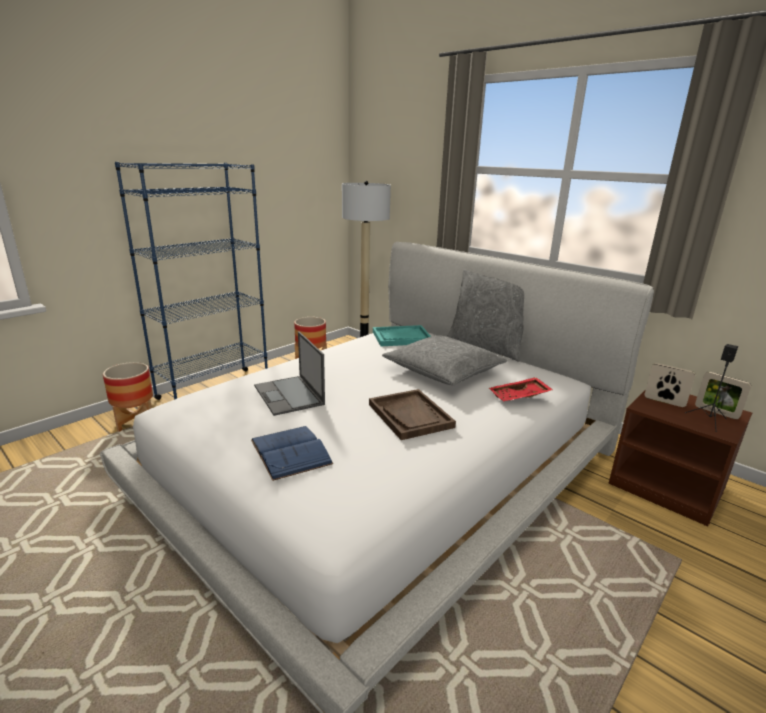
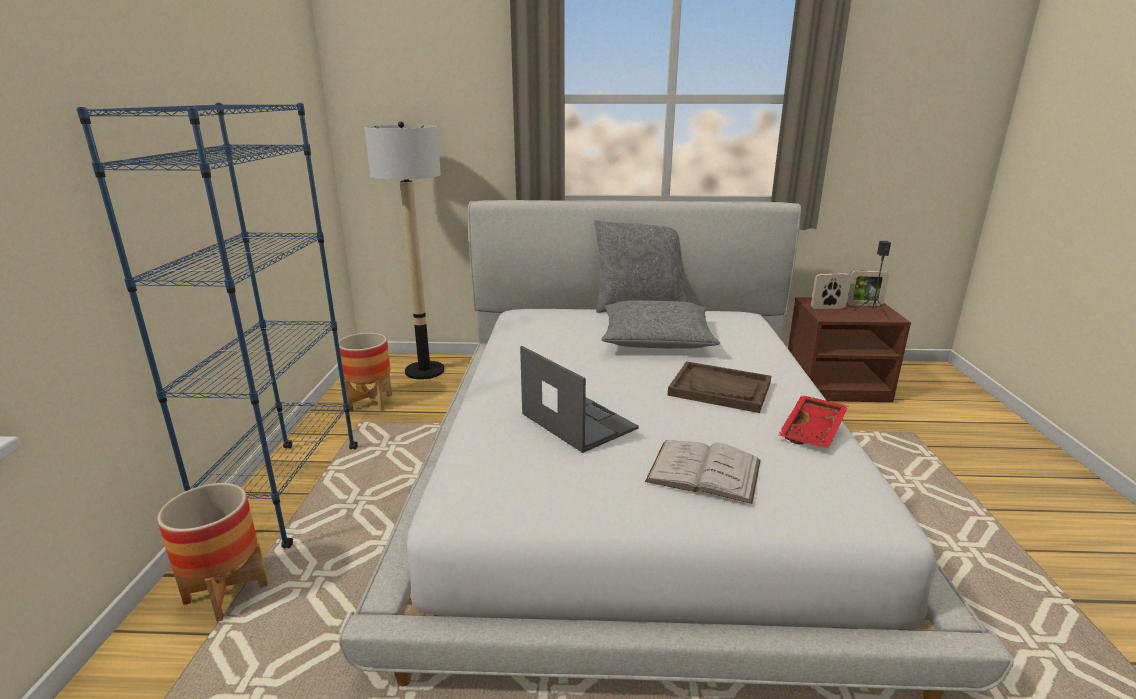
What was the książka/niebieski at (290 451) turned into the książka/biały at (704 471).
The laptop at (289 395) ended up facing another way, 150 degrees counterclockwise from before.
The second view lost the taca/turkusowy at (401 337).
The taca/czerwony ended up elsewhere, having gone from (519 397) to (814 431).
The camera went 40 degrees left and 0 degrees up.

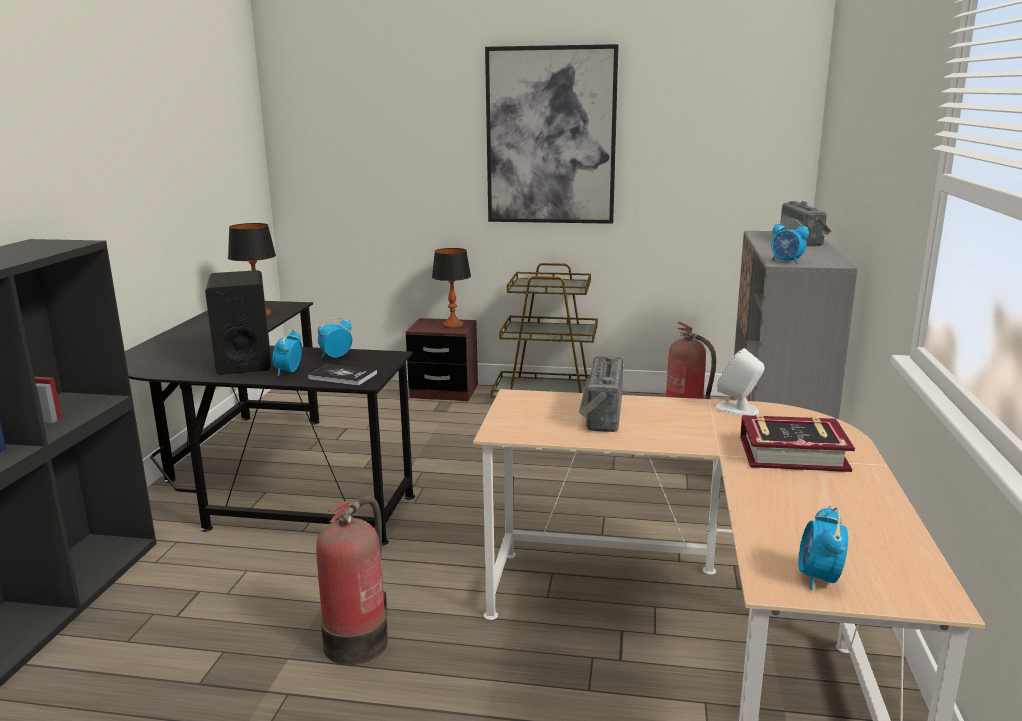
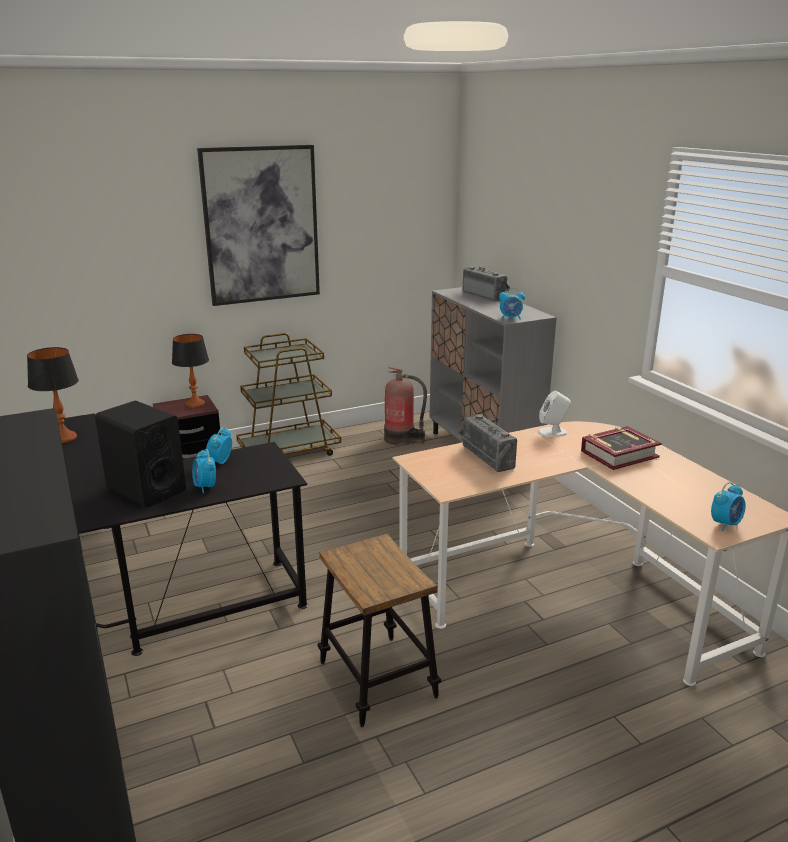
The second view lost the książka at (343 376).
Where the gaśnica stood at (359 640), the stołek came to stand at (377 679).
The budzik at (818 578) ended up facing another way, 105 degrees counterclockwise from before.
The camera went 35 degrees left and 5 degrees up.

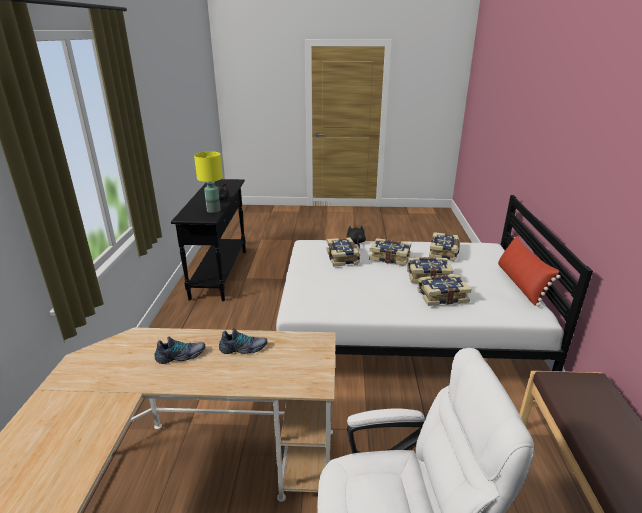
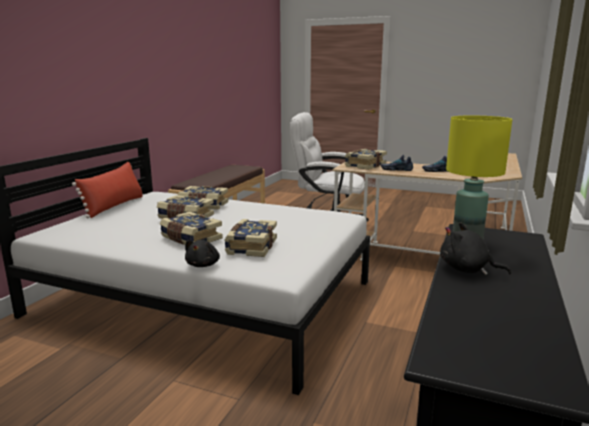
The książka ended up elsewhere, having gone from (444 253) to (364 166).
The camera went 160 degrees left and 10 degrees down.

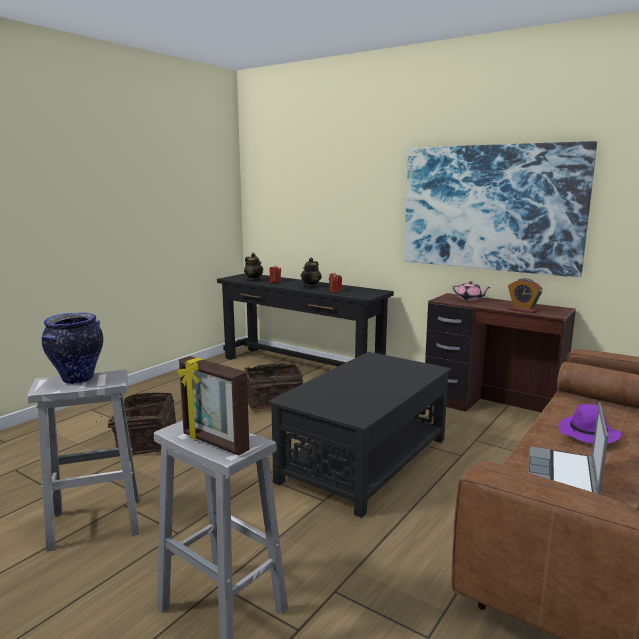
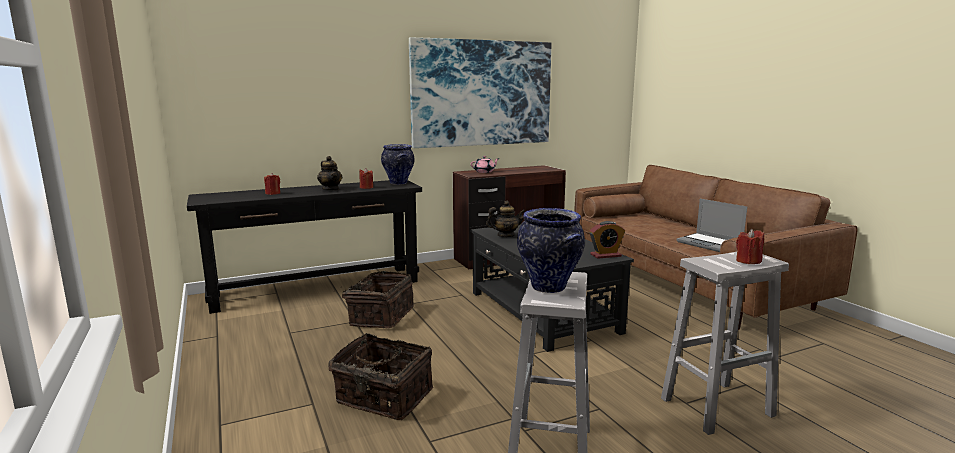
Where the ramka na zdjęcie stood at (214 443), the świeca/czerwony came to stand at (748 261).
The imbryk ended up elsewhere, having gone from (254 280) to (505 235).
The budzik ended up elsewhere, having gone from (523 310) to (605 255).
The second view lost the kapelusz/fioletowy at (588 434).
The second view gained the wazon at (398 183).
The camera went 60 degrees left and 0 degrees up.

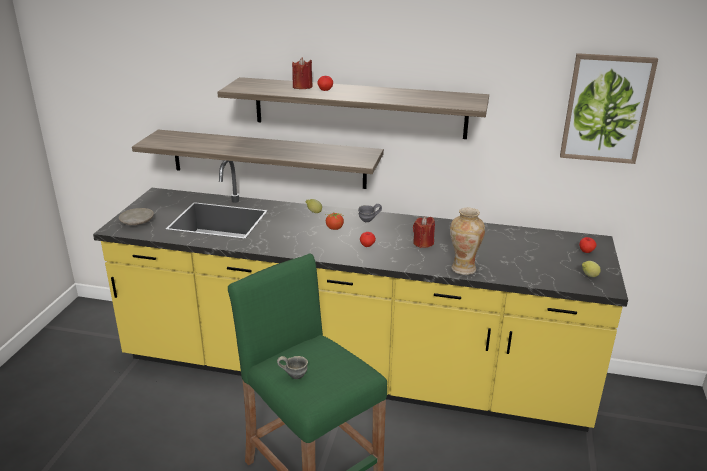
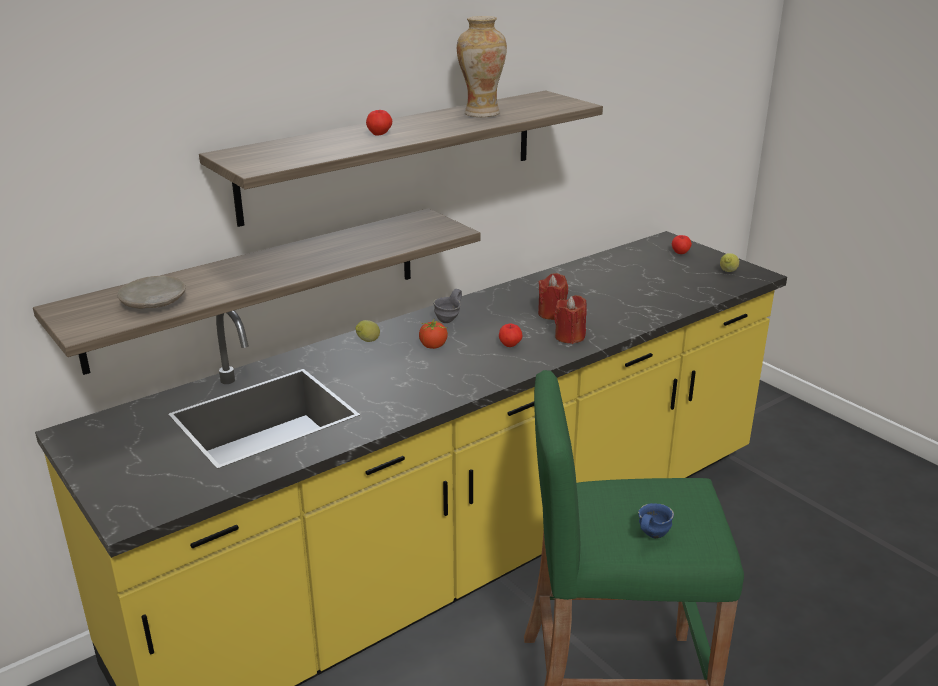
The talerz/beżowy ended up elsewhere, having gone from (136 221) to (153 302).
What was the kubek/szary at (294 375) turned into the kubek/niebieski at (650 535).
The świeca/czerwony ended up elsewhere, having gone from (302 87) to (569 337).
The wazon ended up elsewhere, having gone from (463 268) to (481 113).
The second view lost the obraz at (606 108).
The camera went 50 degrees left and 0 degrees up.

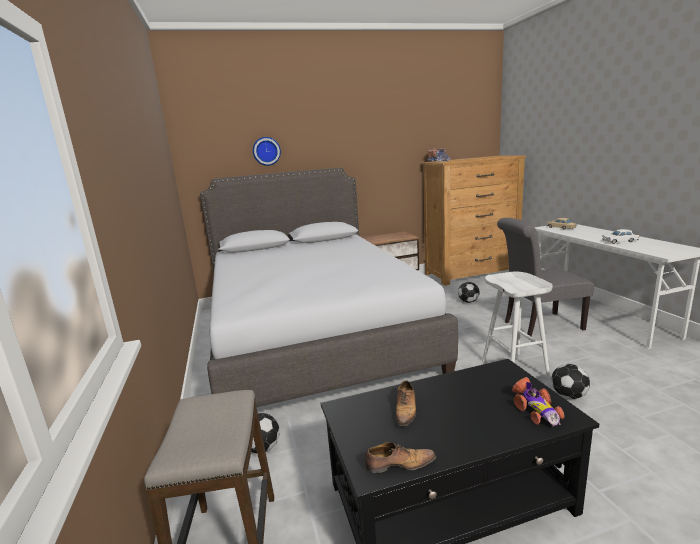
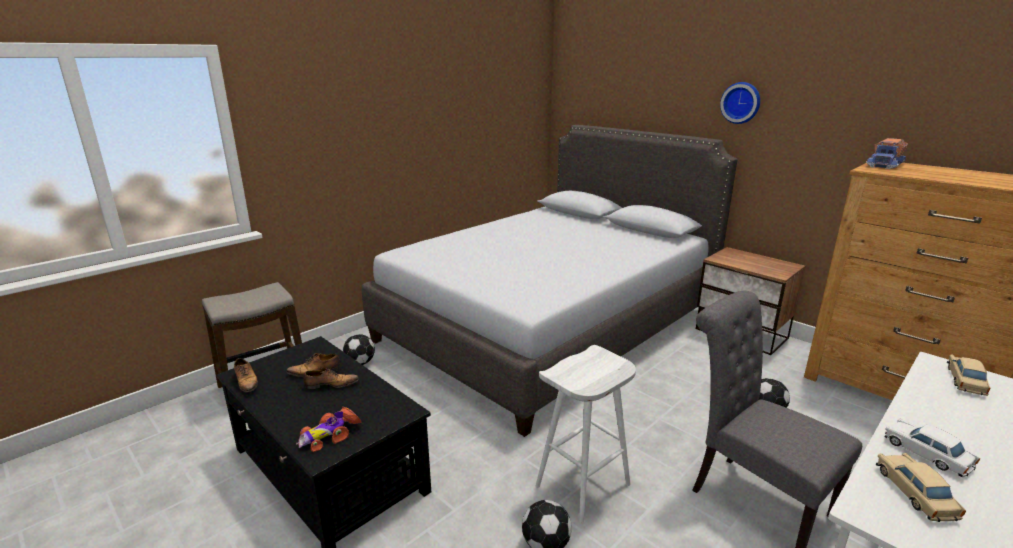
The zegar ścienny ended up elsewhere, having gone from (266 151) to (741 102).
The second view gained the but at (331 384).
The second view gained the samochodzik/beżowy at (914 493).
The camera went 60 degrees right and 5 degrees up.

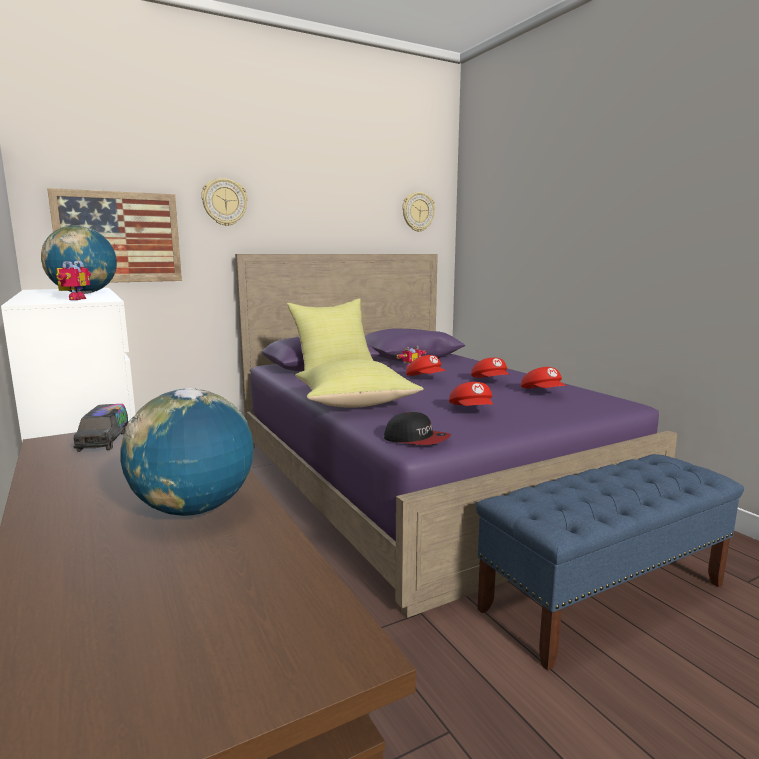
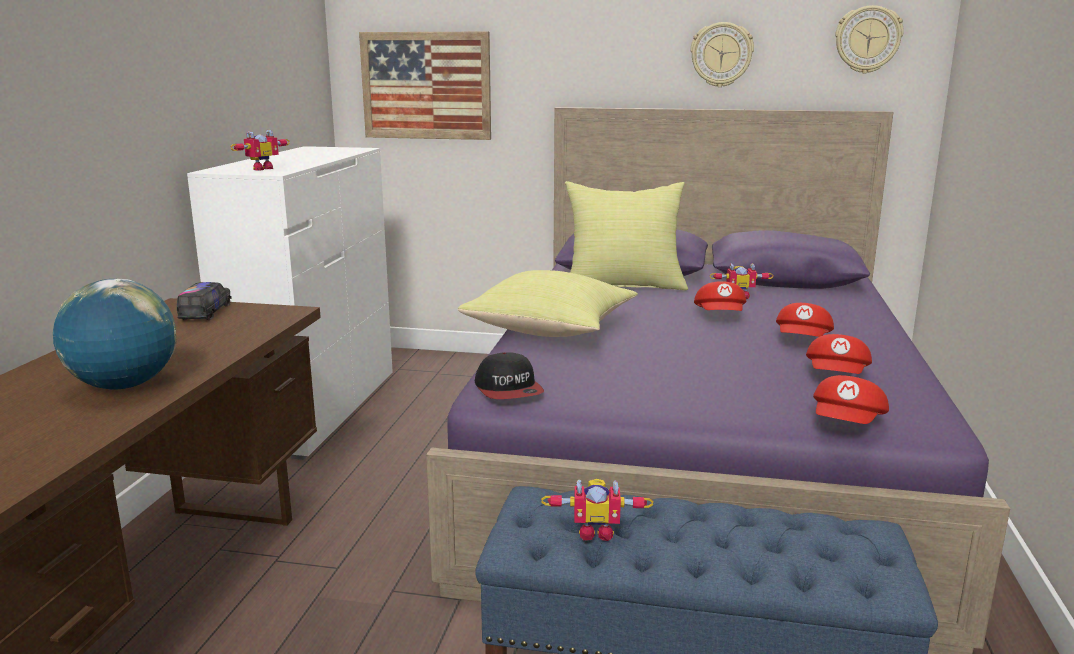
The second view lost the globus at (84 294).
The ciężarówka zabawkowa at (104 440) ended up facing another way, 150 degrees clockwise from before.
The zegar ścienny ended up elsewhere, having gone from (224 202) to (721 54).
The czapka z daszkiem/czerwony ended up elsewhere, having gone from (472 411) to (848 424).
The second view gained the robot zabawkowy at (596 532).
The camera went 40 degrees right and 5 degrees up.

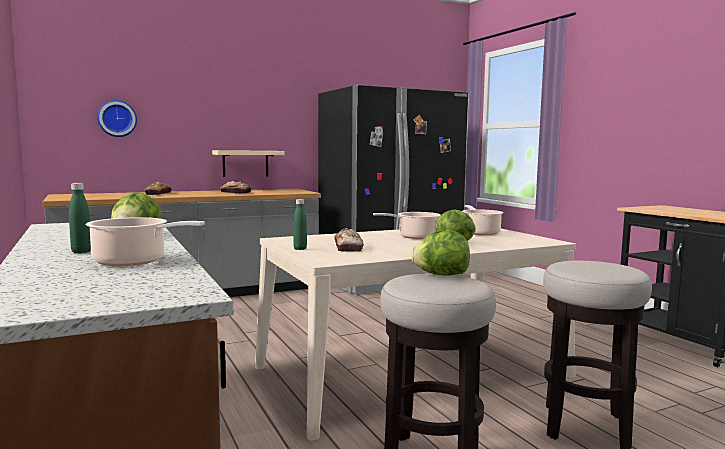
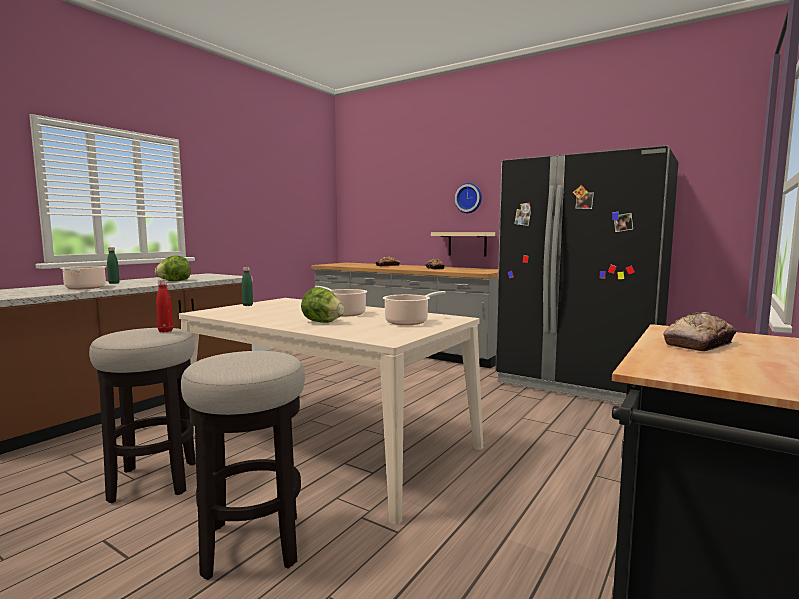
The zegar ścienny ended up elsewhere, having gone from (117 118) to (469 198).
The chleb ended up elsewhere, having gone from (348 248) to (699 344).
Where the sałata stood at (441 275), the butelka/czerwony came to stand at (165 331).
The camera went 60 degrees right and 0 degrees up.

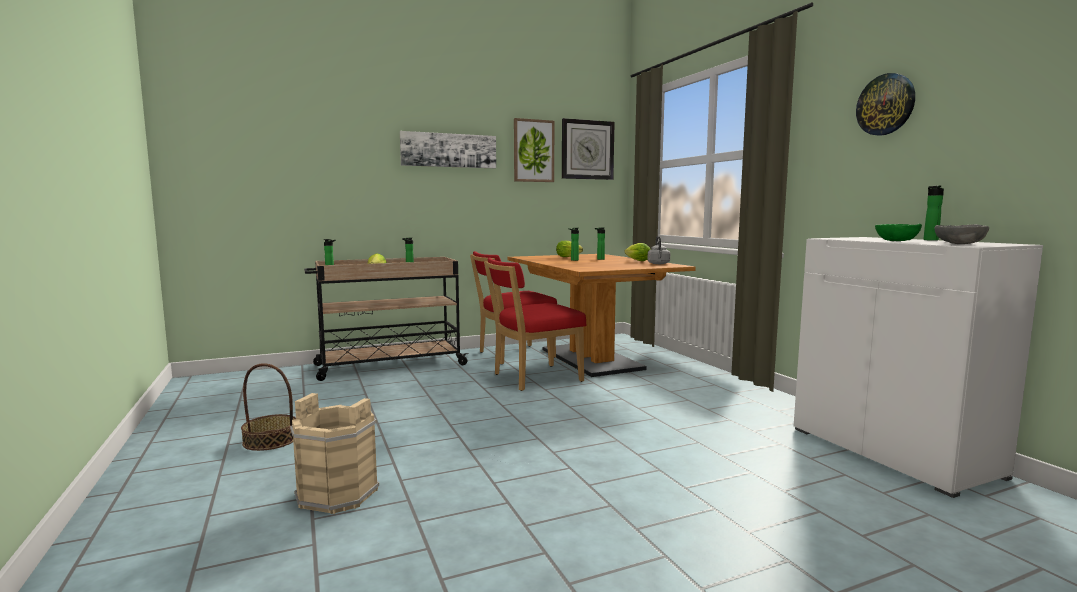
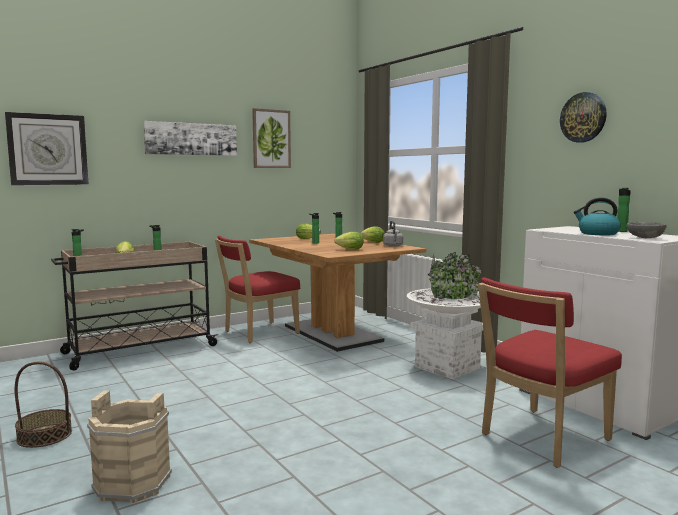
The krzesło/czerwony ended up elsewhere, having gone from (533 378) to (540 438).
The zegar ścienny ended up elsewhere, having gone from (587 150) to (48 149).
Where the miska/zielony stood at (896 241), the czajnik came to stand at (597 233).
The second view gained the sałata at (348 249).
The second view gained the donica/biały at (447 367).
The camera went 10 degrees left and 0 degrees up.

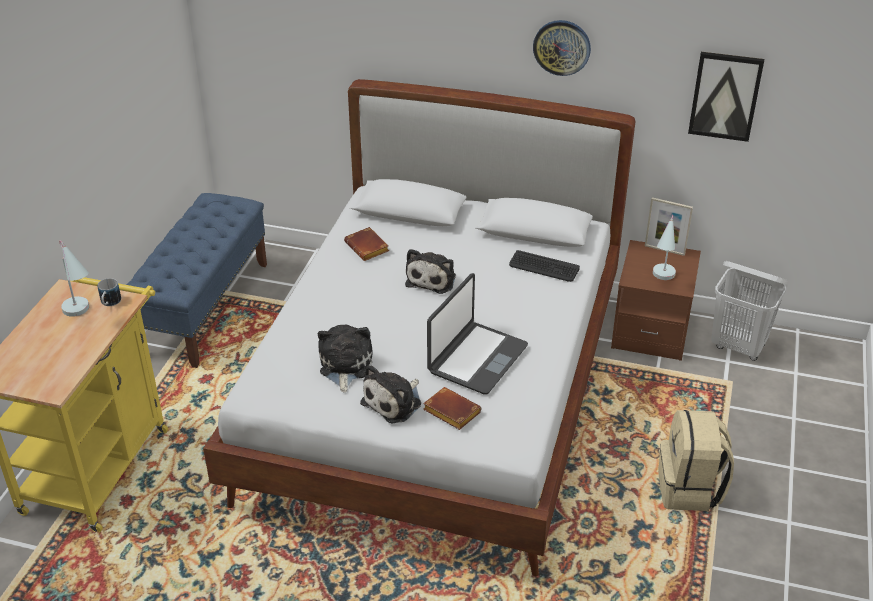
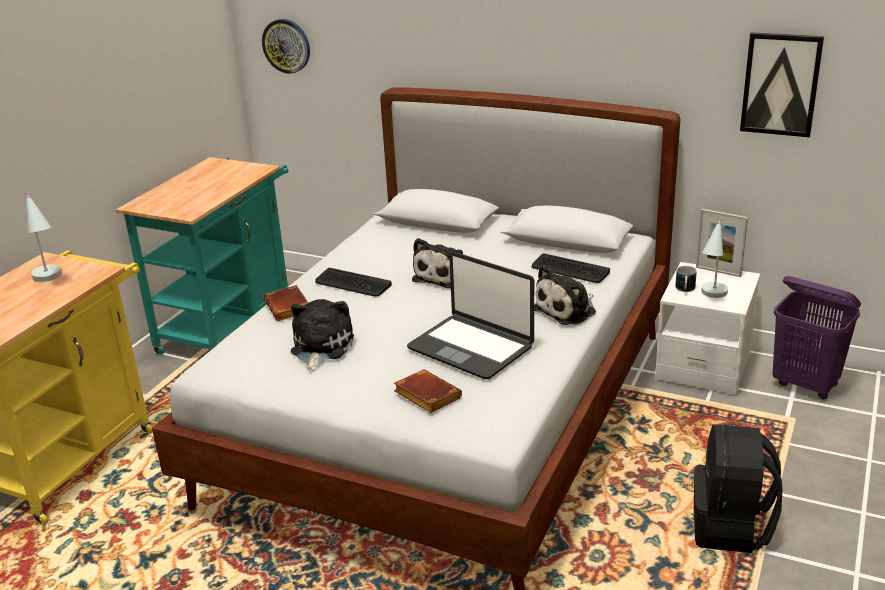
The kubek ended up elsewhere, having gone from (109 303) to (685 290).
Where the ławka/niebieski stood at (205 308), the wózek/turkusowy came to stand at (231 325).
The książka/brązowy ended up elsewhere, having gone from (368 248) to (289 308).
The pluszak ended up elsewhere, having gone from (394 402) to (567 310).
The laptop at (476 358) ended up facing another way, 90 degrees clockwise from before.
The zegar ścienny ended up elsewhere, having gone from (562 47) to (286 46).
What was the szafka nocna/brązowy at (650 331) turned into the szafka nocna/biały at (703 365).
What was the plecak/beżowy at (690 489) turned into the plecak/czarny at (731 528).
What was the kosz na pranie/biały at (738 347) turned into the kosz na pranie/fioletowy at (806 385).
The second view gained the klawiatura at (352 283).
The camera went 10 degrees right and 10 degrees down.

